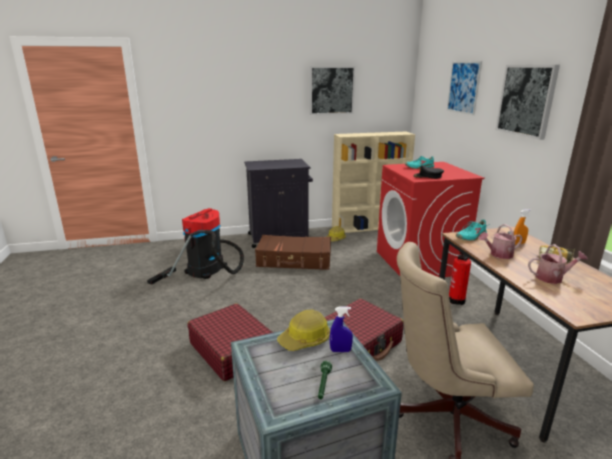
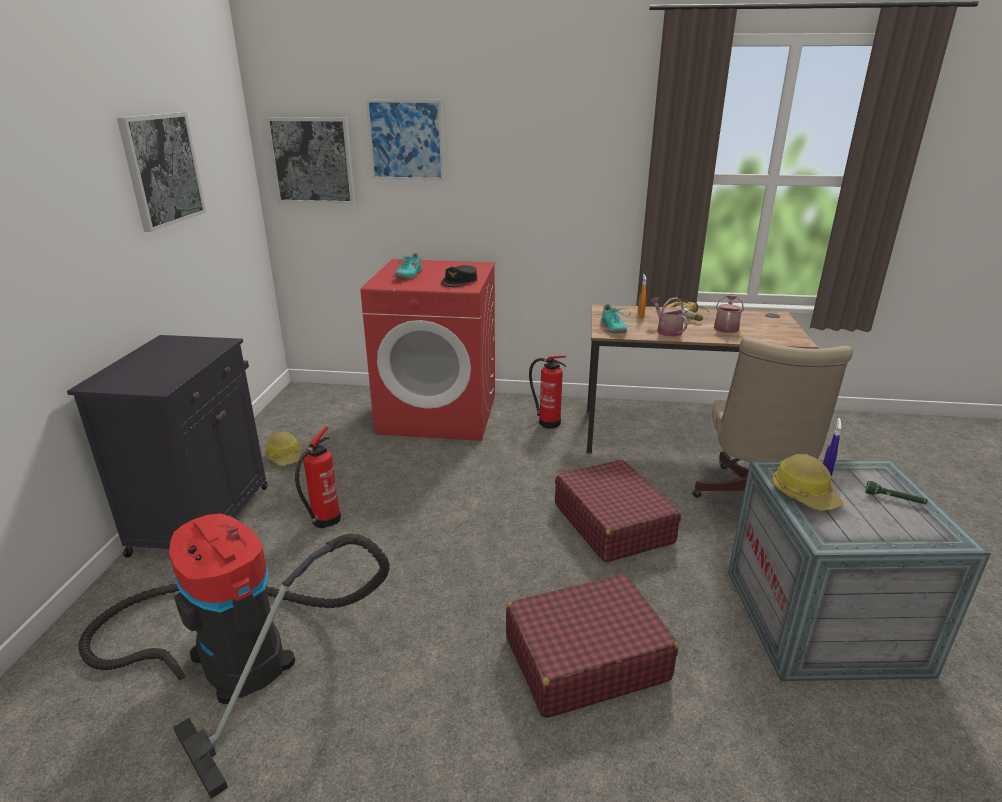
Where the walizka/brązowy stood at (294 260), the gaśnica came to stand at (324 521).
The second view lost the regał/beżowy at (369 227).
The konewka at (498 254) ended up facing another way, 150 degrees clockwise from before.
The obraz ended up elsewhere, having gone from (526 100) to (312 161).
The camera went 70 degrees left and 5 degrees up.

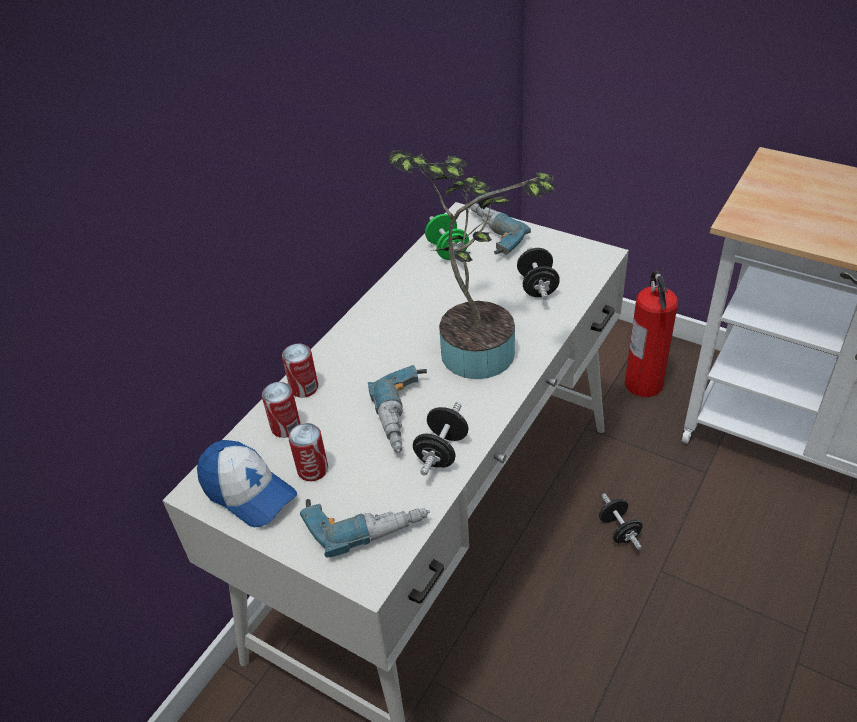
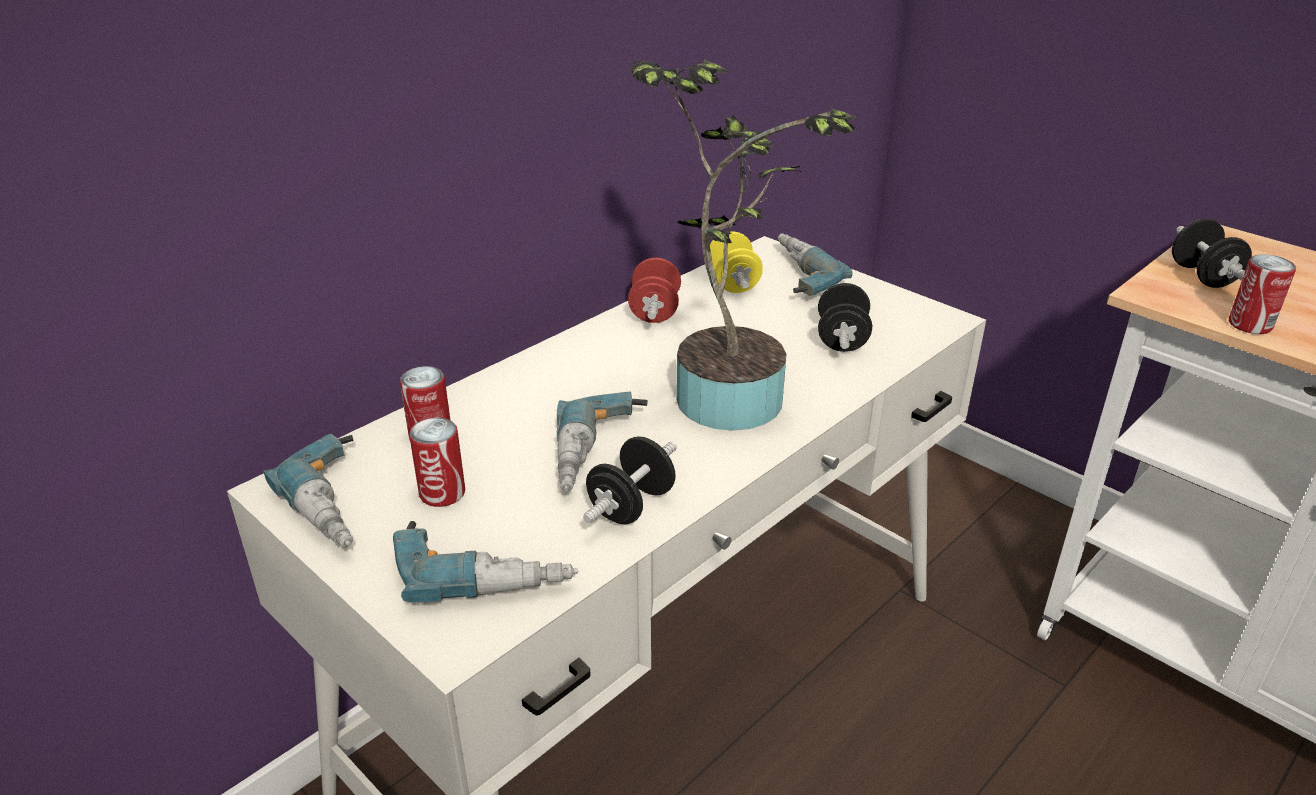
Where the czapka z daszkiem stood at (248 492), the wiertarka came to stand at (342 503).
The puszka ended up elsewhere, having gone from (304 388) to (1250 325).
What was the hantel/zielony at (447 251) turned into the hantel/żółty at (733 283).
The hantel/czarny ended up elsewhere, having gone from (618 530) to (1203 277).
The second view lost the gaśnica at (643 382).
The second view gained the hantel/czerwony at (654 312).
The camera went 10 degrees right and 10 degrees down.

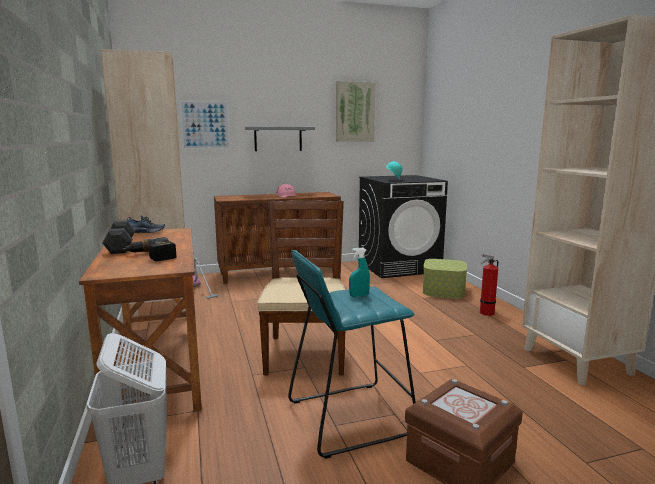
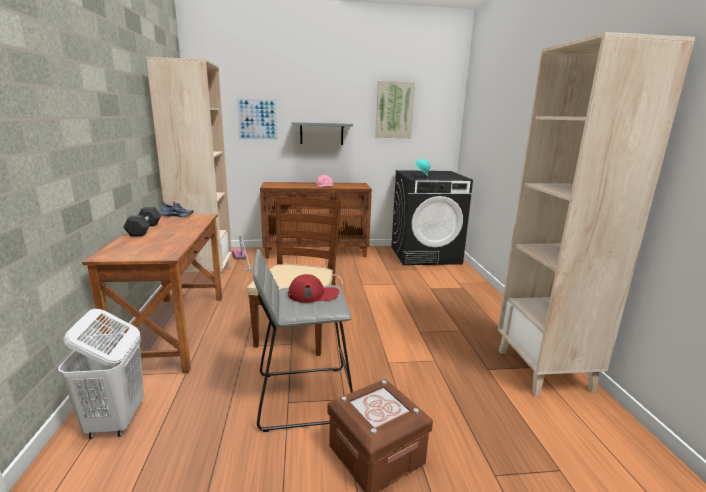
The second view lost the wiertarka at (151 256).
What was the stołek/turkusowy at (349 417) turned into the stołek/szary at (304 396).
Where the spryskiwacz/turkusowy stood at (359 296), the czapka z daszkiem/czerwony came to stand at (313 294).
The second view lost the pojemnik do przechowywania at (443 290).
The second view lost the gaśnica at (485 313).
The camera went 10 degrees right and 5 degrees up.

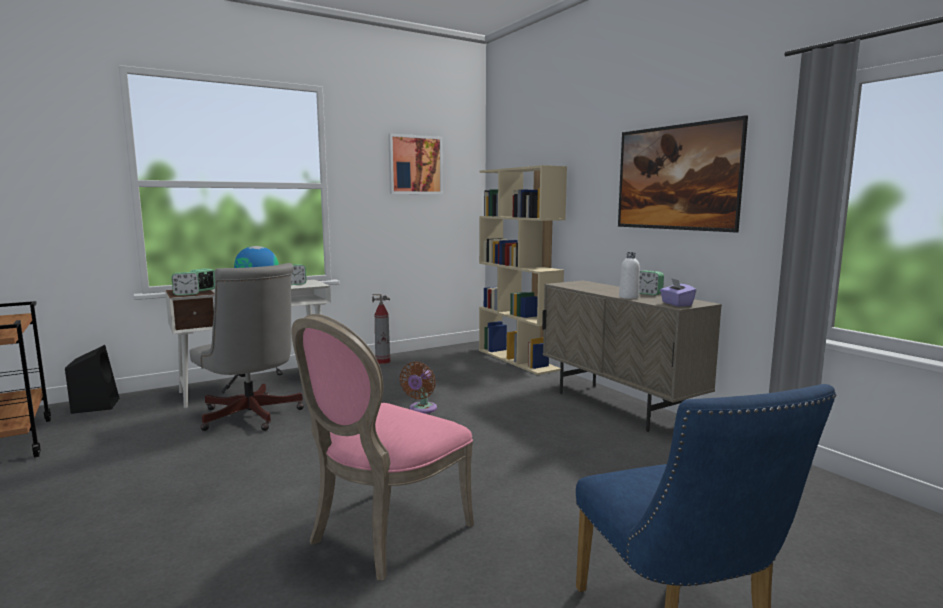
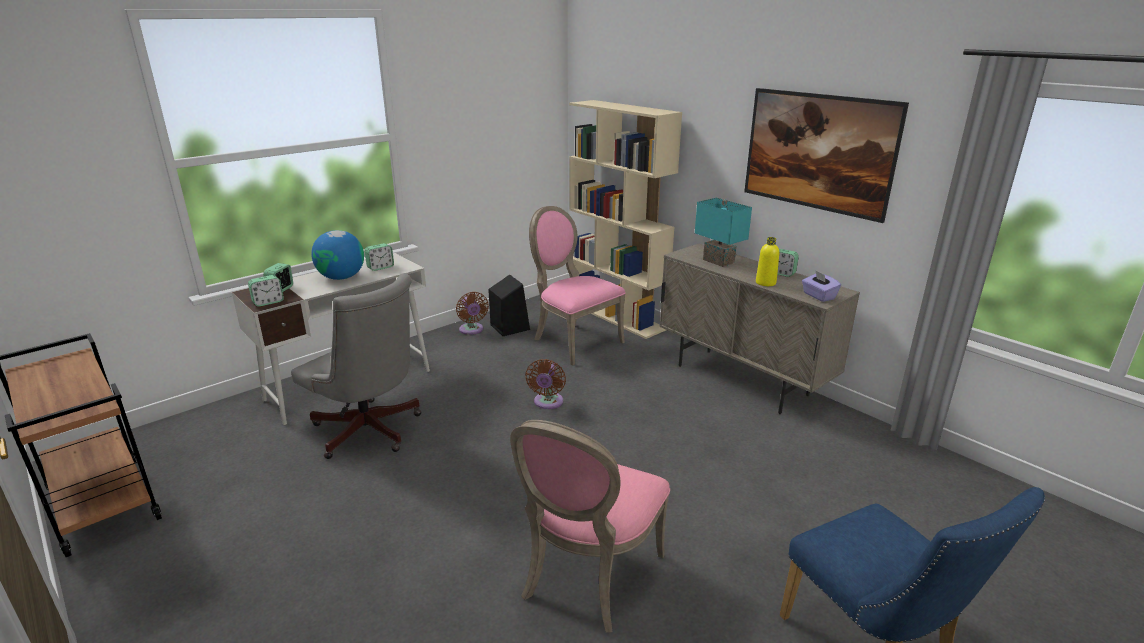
The głośnik/czarny ended up elsewhere, having gone from (95 405) to (509 327).
Where the gaśnica stood at (383 362), the wentylator/brązowy came to stand at (472 330).
The second view lost the obraz at (415 165).
What was the butelka/biały at (628 297) turned into the butelka/żółty at (765 283).
The second view gained the krzesło/różowy at (573 341).
The second view gained the lampa stołowa/turkusowy at (717 261).
The camera went 10 degrees left and 15 degrees up.

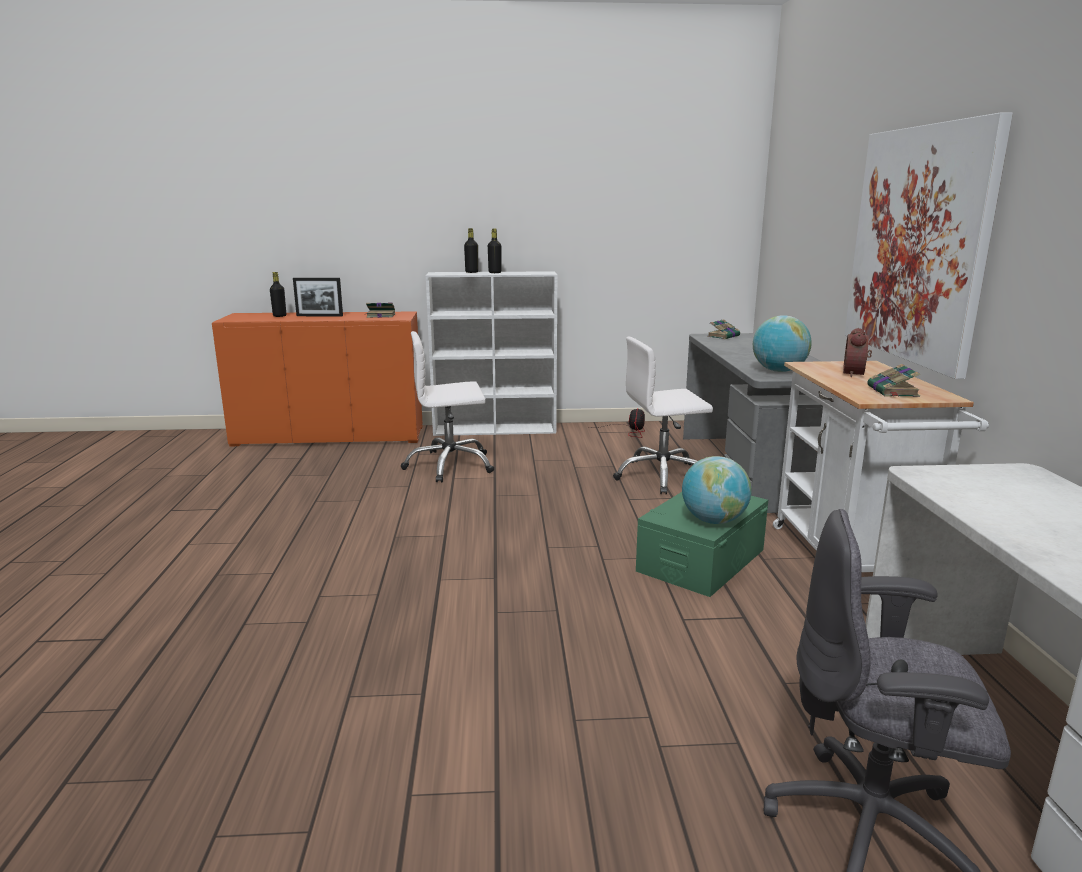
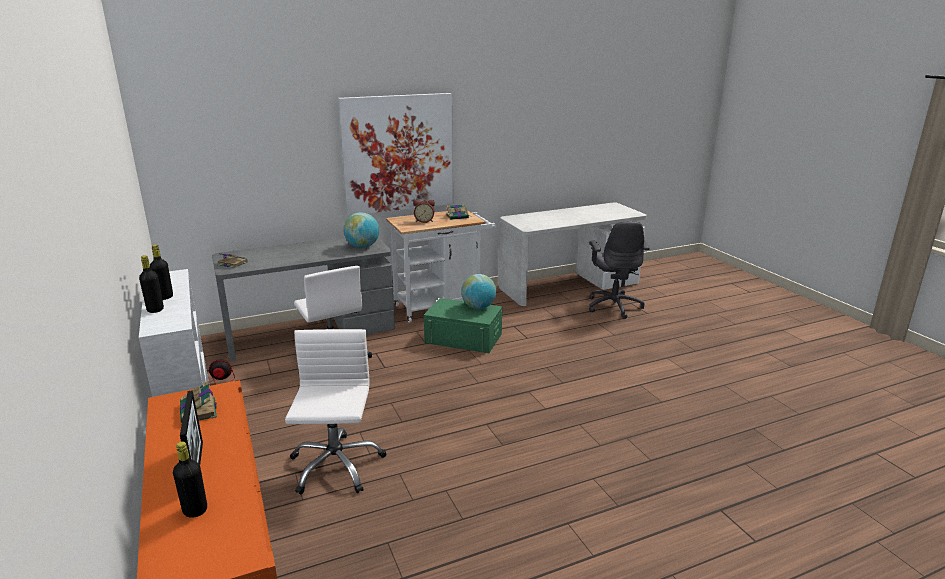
The krzesło biurowe/biały at (449 466) ended up facing another way, 150 degrees counterclockwise from before.
The camera went 110 degrees left and 5 degrees up.

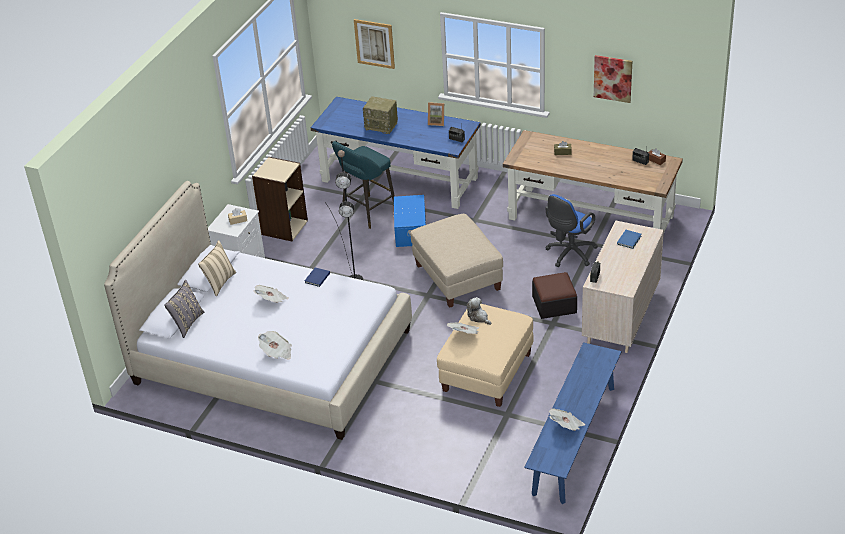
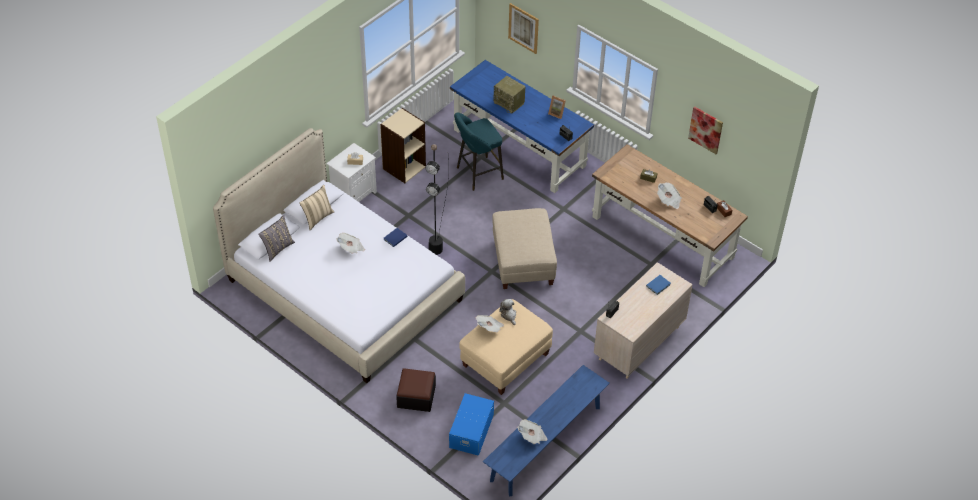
The gazeta ended up elsewhere, having gone from (276 352) to (669 200).
The pojemnik do przechowywania/niebieski ended up elsewhere, having gone from (410 230) to (470 431).
The pufa ended up elsewhere, having gone from (554 304) to (416 396).
The second view lost the krzesło biurowe/niebieski at (569 254).
The camera went 15 degrees right and 10 degrees up.

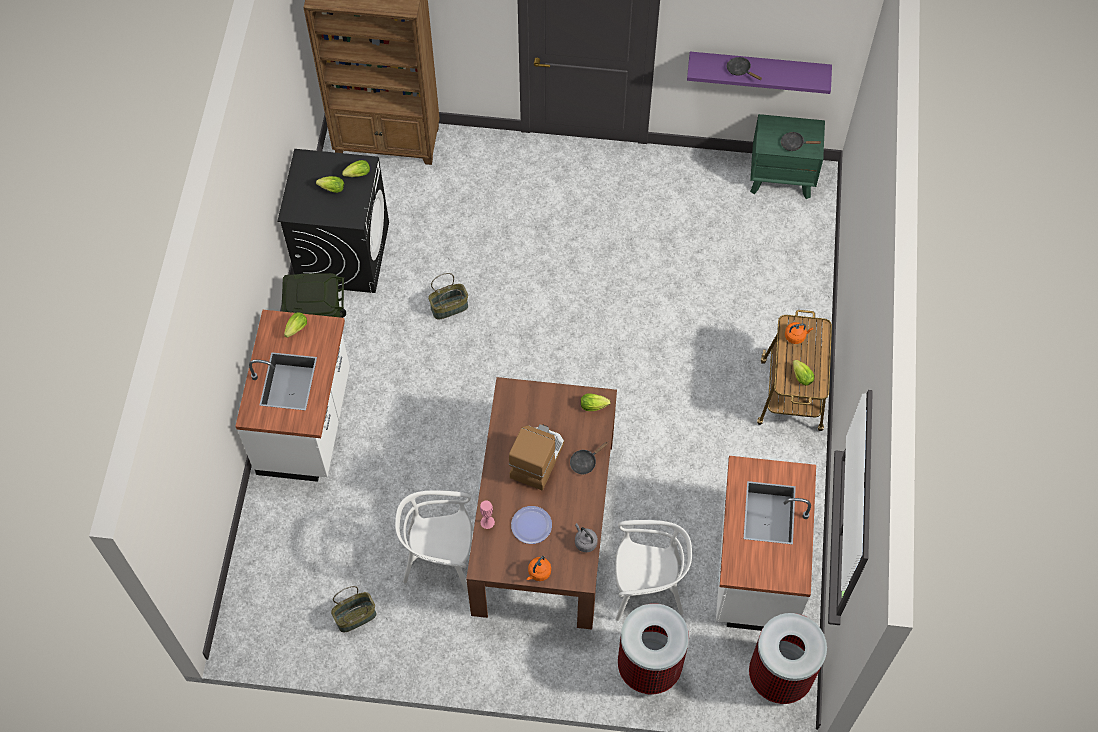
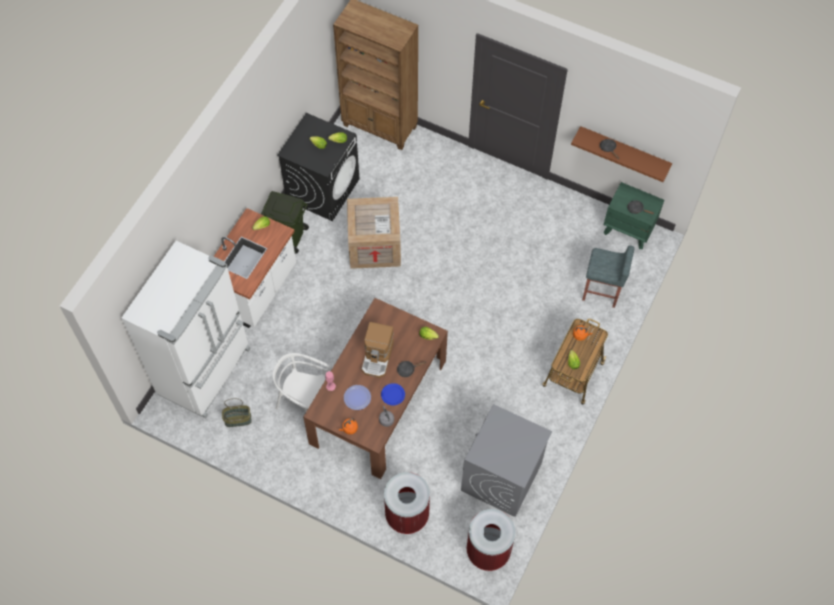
Where the koszyk stood at (449 306), the skrzynka came to stand at (375 245).
The ekspres do kawy at (536 459) ended up facing another way, 150 degrees clockwise from before.
The second view lost the krzesło/biały at (647 588).
What was the półka/fioletowy at (759 67) turned into the półka/brązowy at (624 150).
Where the zabudowa kuchenna/biały stood at (754 568), the pralka/szary came to stand at (501 477).
The second view gained the lodówka/biały at (206 371).
The second view gained the talerz/niebieski at (393 395).
The second view gained the stołek/szary at (601 291).
The camera went 20 degrees right and 0 degrees up.

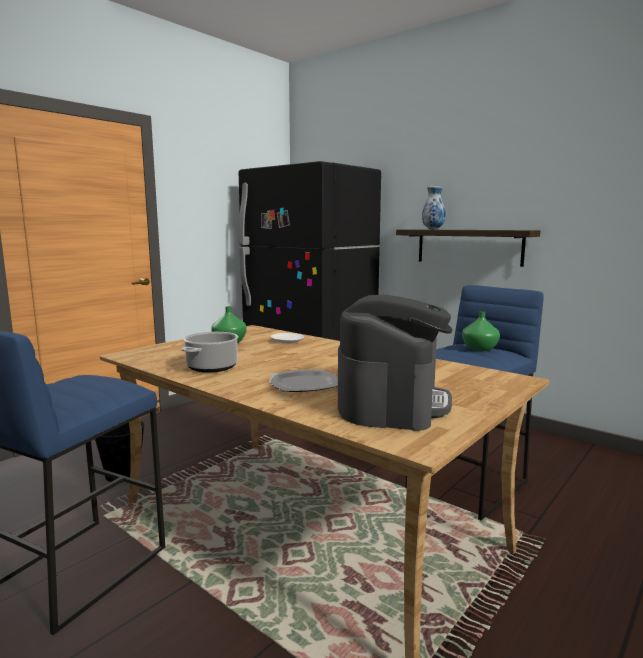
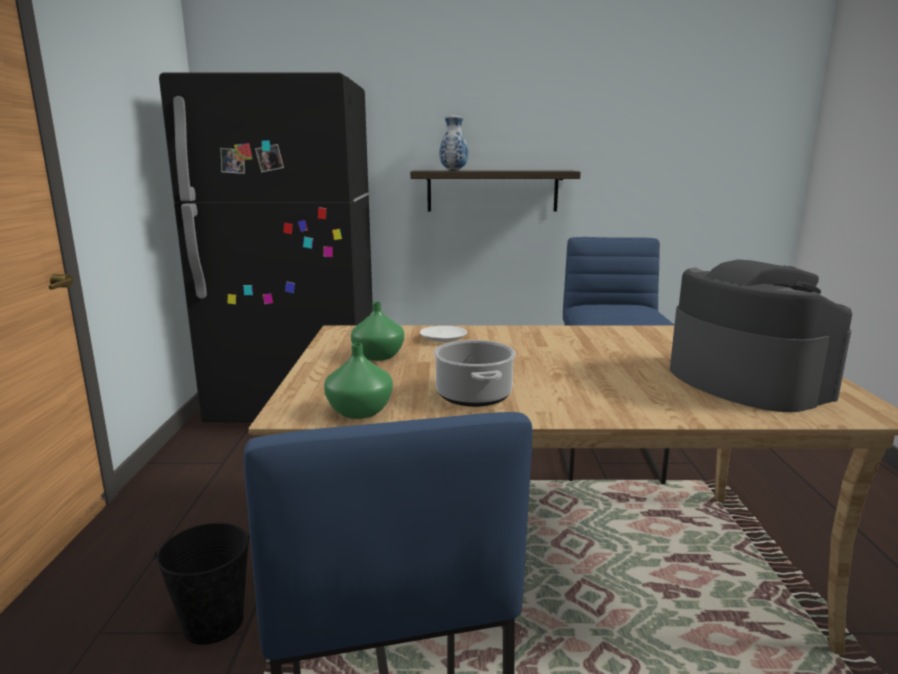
The second view lost the talerz at (303 384).
The wazon/zielony ended up elsewhere, having gone from (479 349) to (359 412).
The camera went 40 degrees left and 5 degrees up.

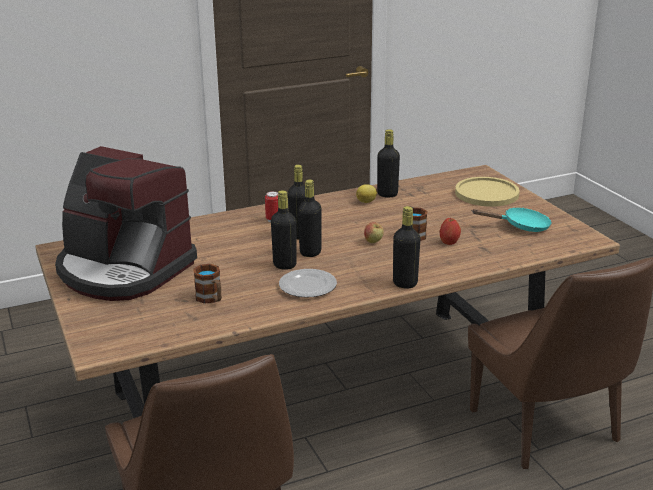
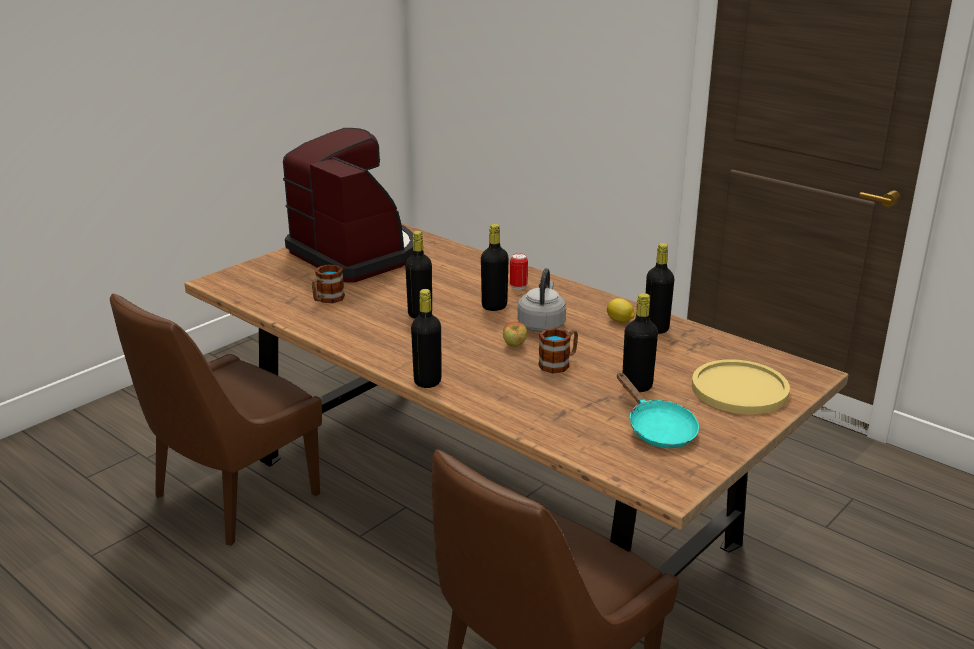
The ekspres do kawy at (123 270) ended up facing another way, 135 degrees clockwise from before.
The second view lost the talerz at (307 286).
The butelka/czarny ended up elsewhere, having gone from (310 252) to (637 386).
The second view lost the jabłko at (449 242).
The second view gained the czajnik/szary at (542 324).
The camera went 65 degrees right and 0 degrees up.

